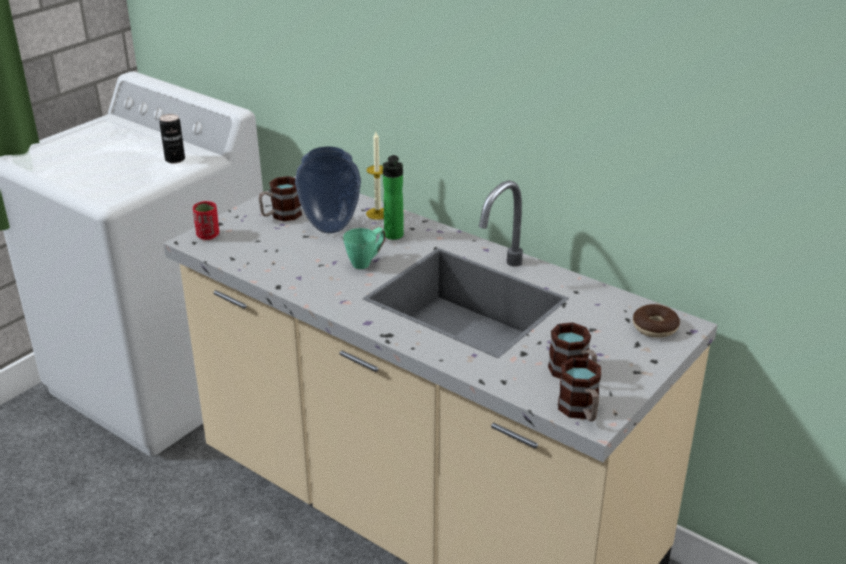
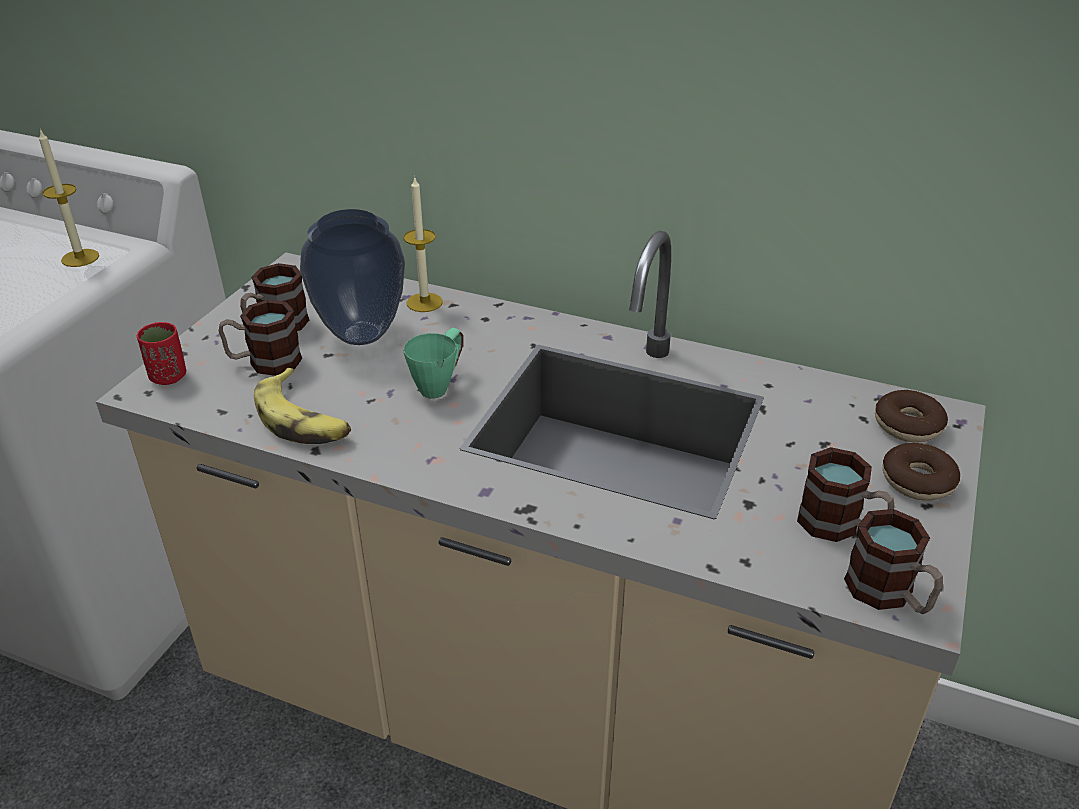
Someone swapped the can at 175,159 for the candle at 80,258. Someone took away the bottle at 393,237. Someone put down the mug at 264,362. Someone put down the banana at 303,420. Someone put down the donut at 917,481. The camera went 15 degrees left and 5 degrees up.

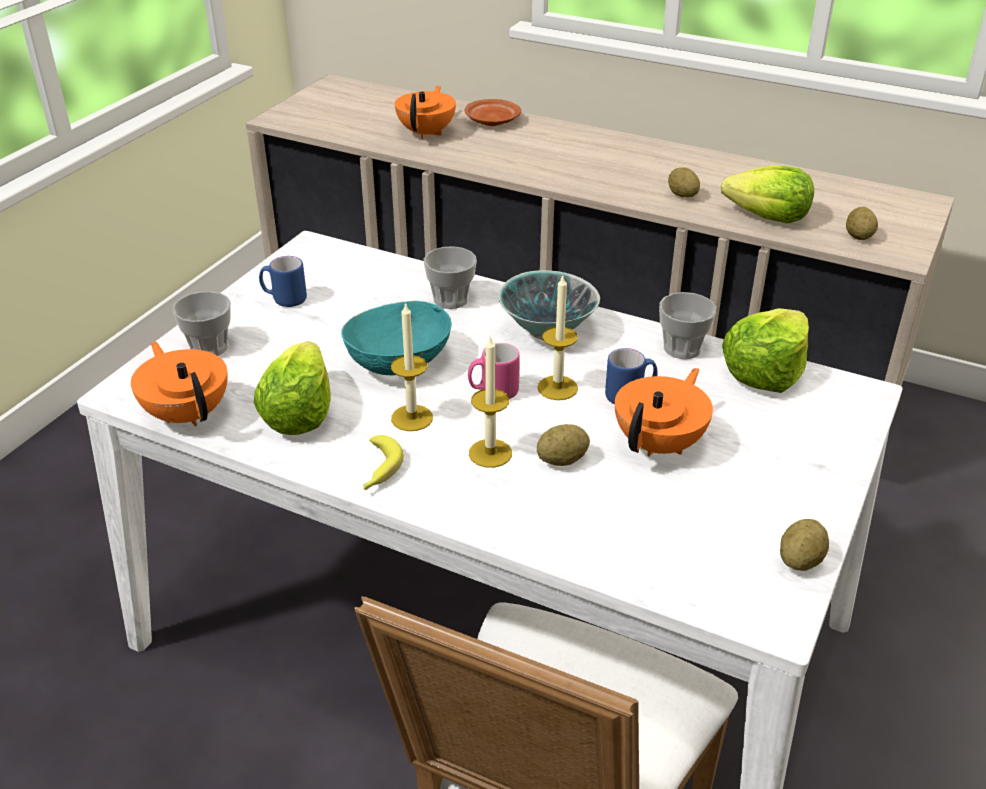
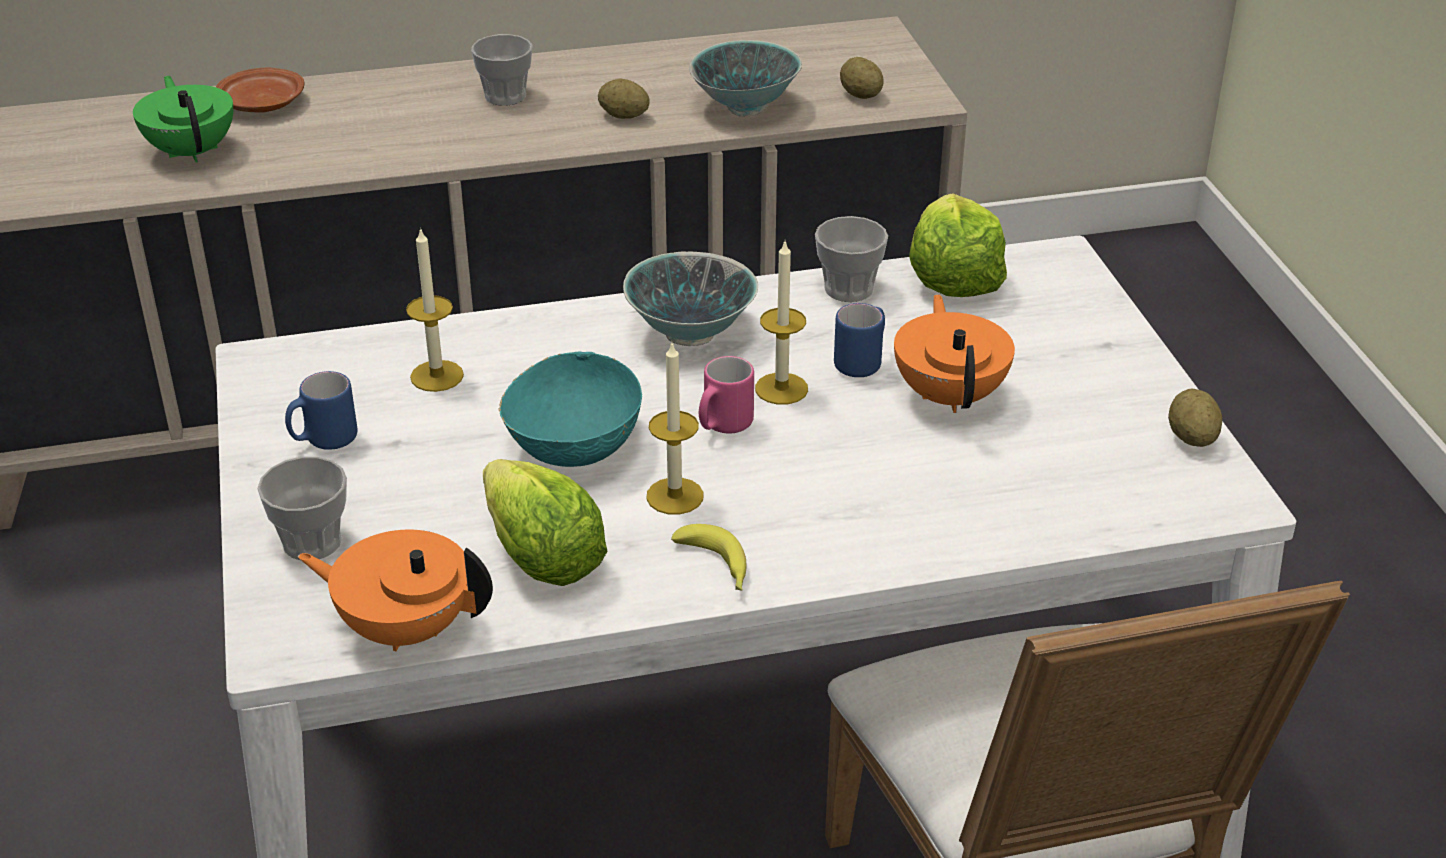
Someone repainted the orange teapot at 427,133, which became the green teapot at 192,151. Someone carried the cup from 451,299 to 505,96. Someone carried the candle from 490,453 to 437,376. Someone took away the potato at 562,460. Someone swapped the lettuce at 768,217 for the bowl at 746,107. The camera went 40 degrees left and 0 degrees up.

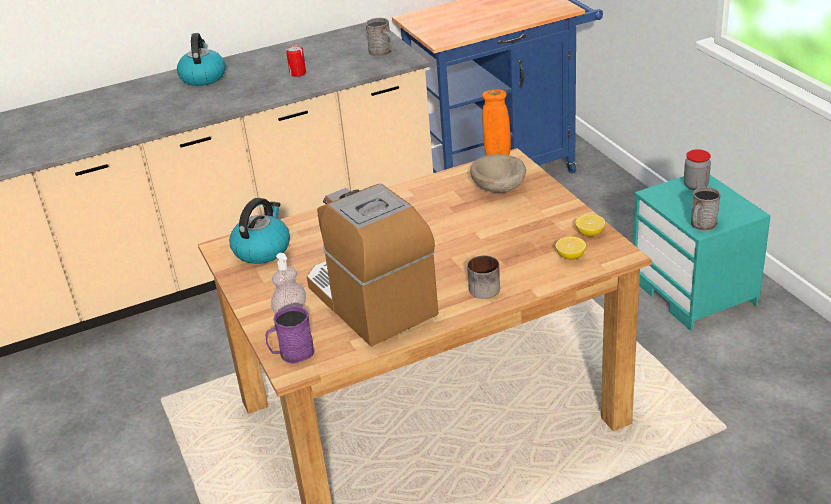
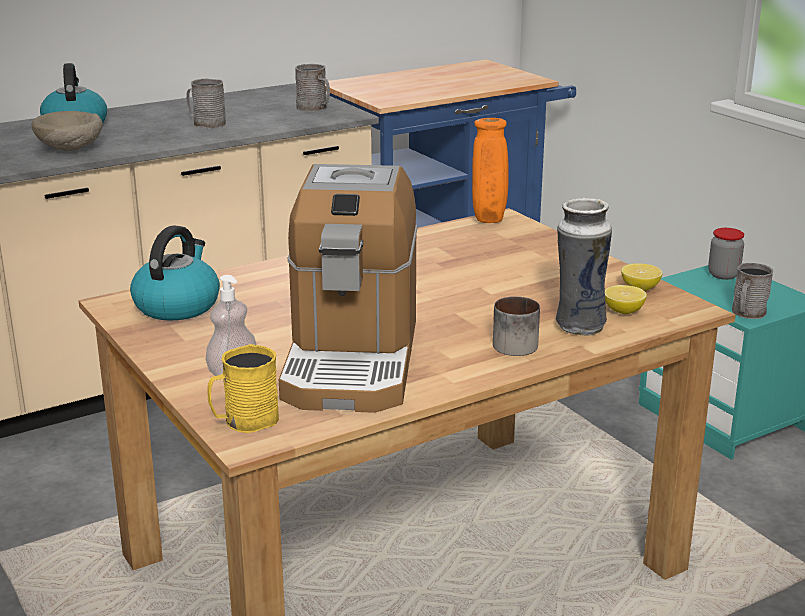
Someone repainted the purple mug at 292,354, which became the yellow mug at 244,421. Someone swapped the can at 298,73 for the grey mug at 206,124. Someone rotated the coffee machine at 371,300 by 135 degrees counterclockwise. Someone carried the beige bowl from 499,189 to 70,150. Someone put down the vase at 578,326. The camera went 10 degrees left and 10 degrees down.

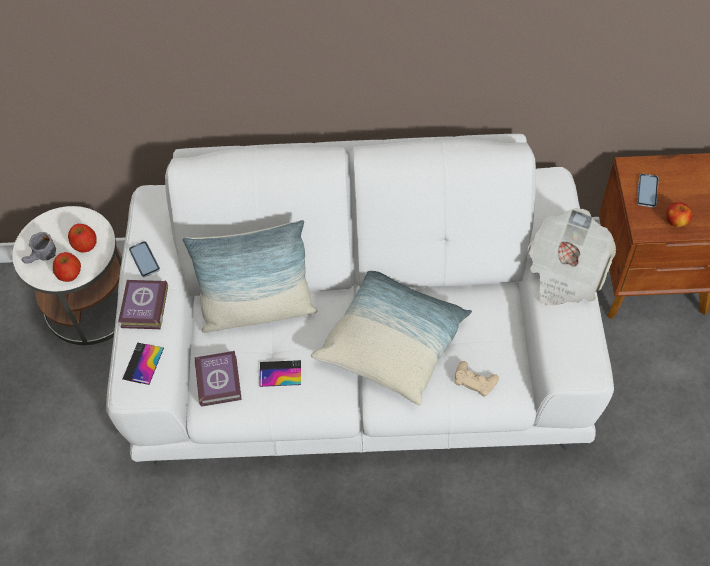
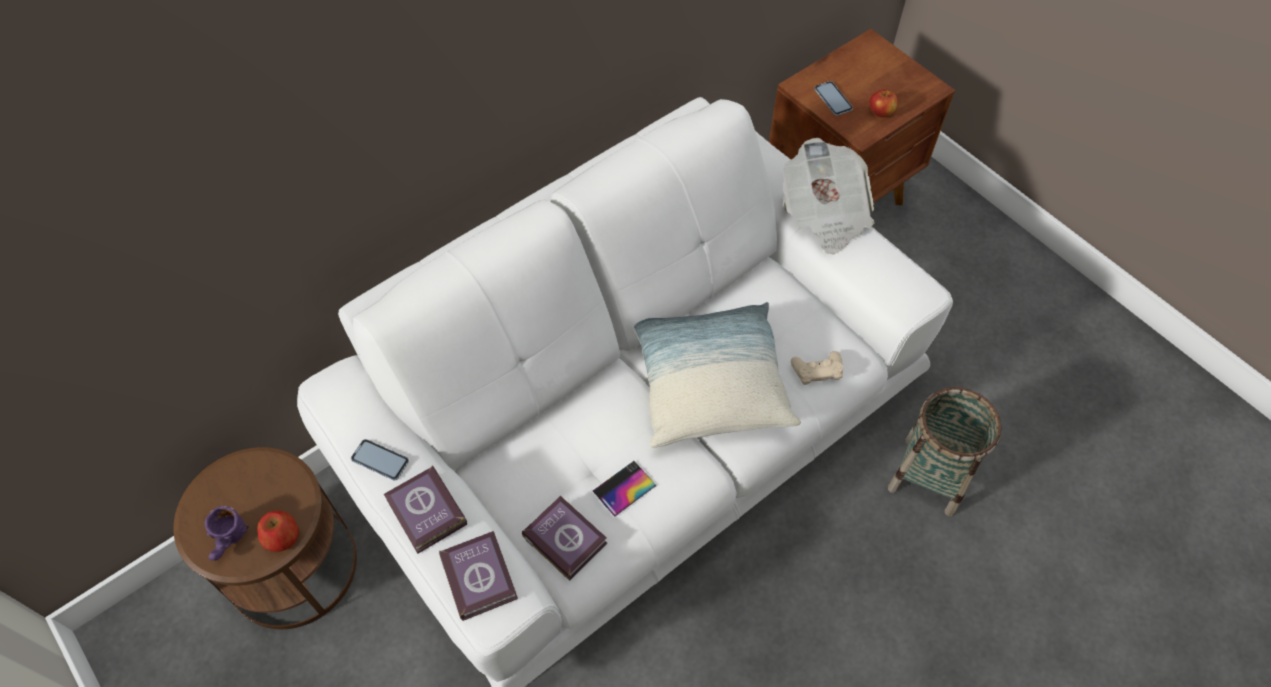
Someone repainted the white side table at 92,304, which became the brown side table at 293,565. Someone repainted the grey mug at 42,258, which became the purple mug at 230,542. Someone took away the apple at 85,244. Someone swapped the phone at 143,363 for the book at 480,575. Someone took away the pillow at 258,310. Someone put down the basket at 928,476. The camera went 40 degrees left and 0 degrees up.

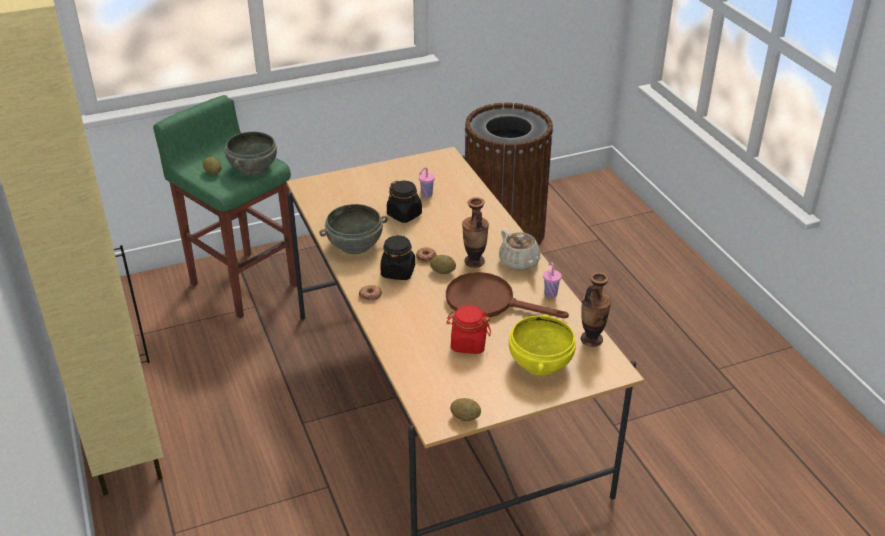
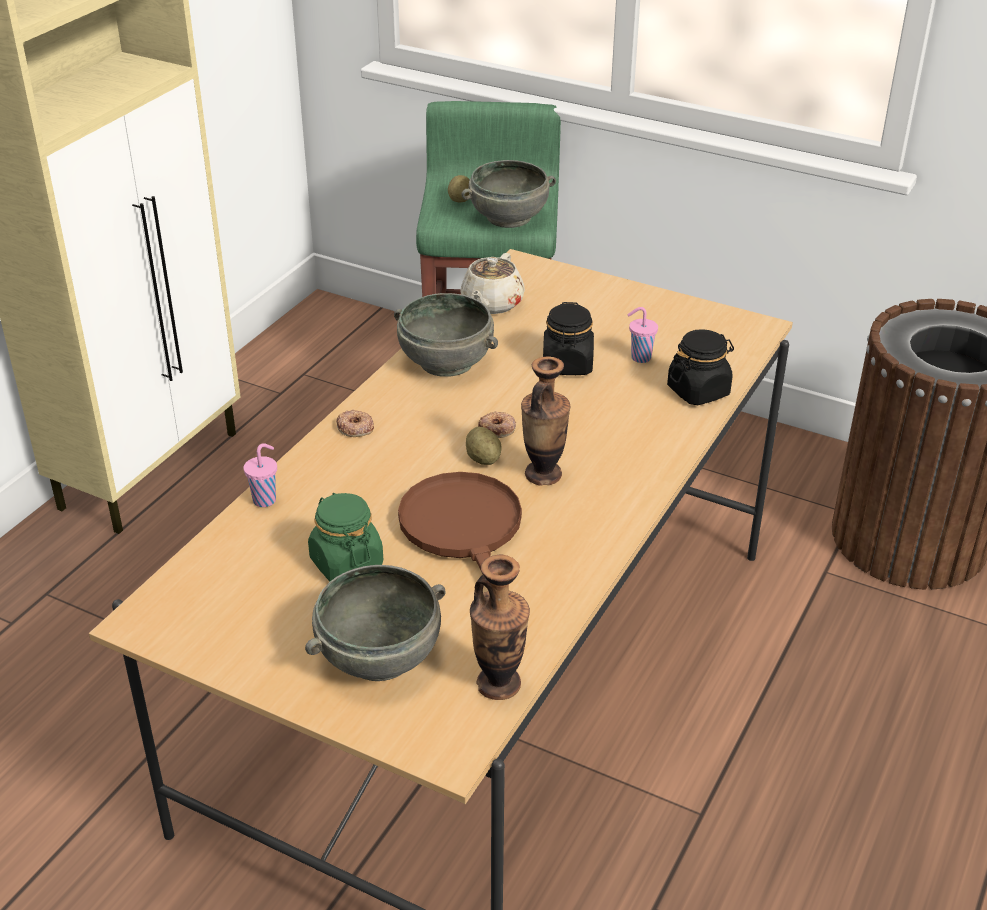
Someone carried the black jar from 398,271 to 698,391. Someone repainted the red jar at 468,344, which became the green jar at 346,563. Someone took away the potato at 465,417. Someone carried the beige teapot from 519,262 to 491,304. Someone repainted the yellow bowl at 539,363, which became the grey bowl at 378,655. Someone carried the pink cup from 550,293 to 265,499. The camera went 50 degrees right and 0 degrees up.

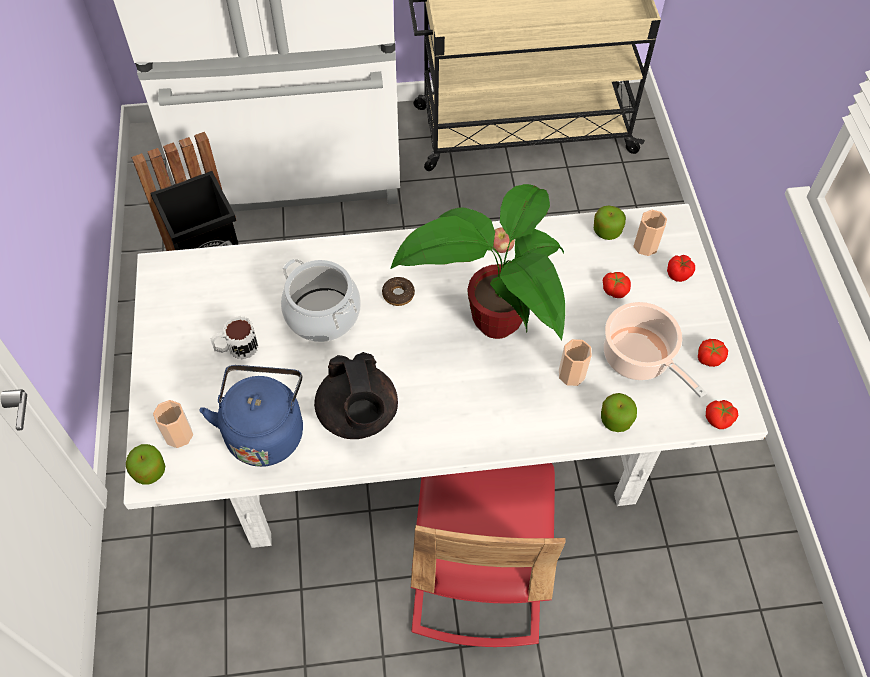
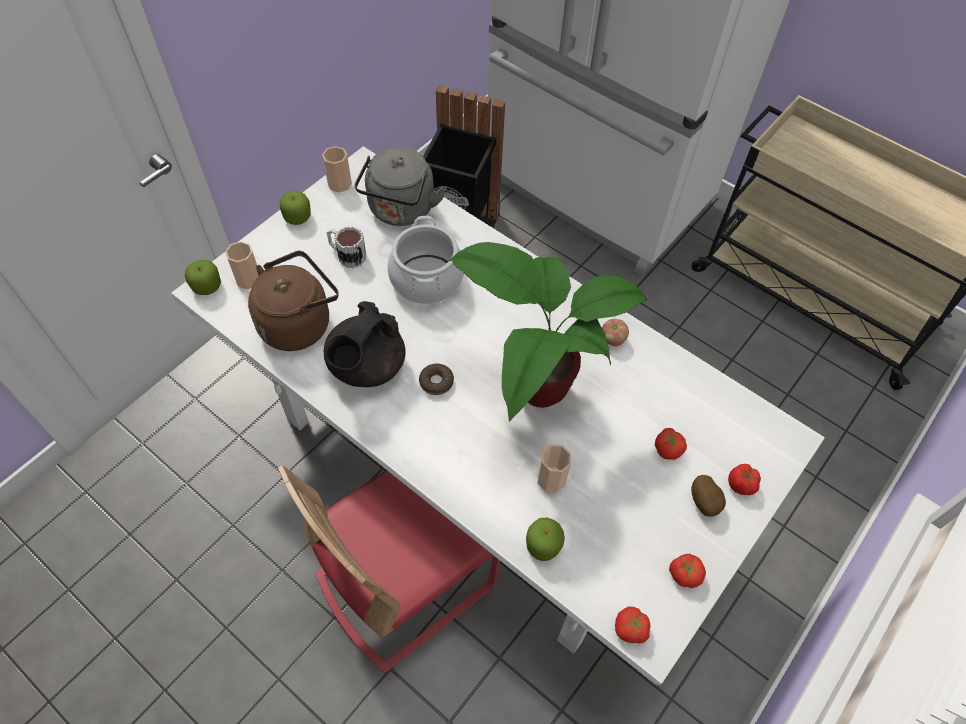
Someone repainted the blue kettle at 265,430, which became the brown kettle at 299,323. Someone carried the donut from 398,294 to 436,382. Someone carried the apple from 606,231 to 297,217. Someone took away the cooking pot at 639,359. Someone carried the cup from 645,246 to 339,184. Someone put down the grey kettle at 400,211. Someone put down the potato at 705,502. The camera went 45 degrees right and 0 degrees up.

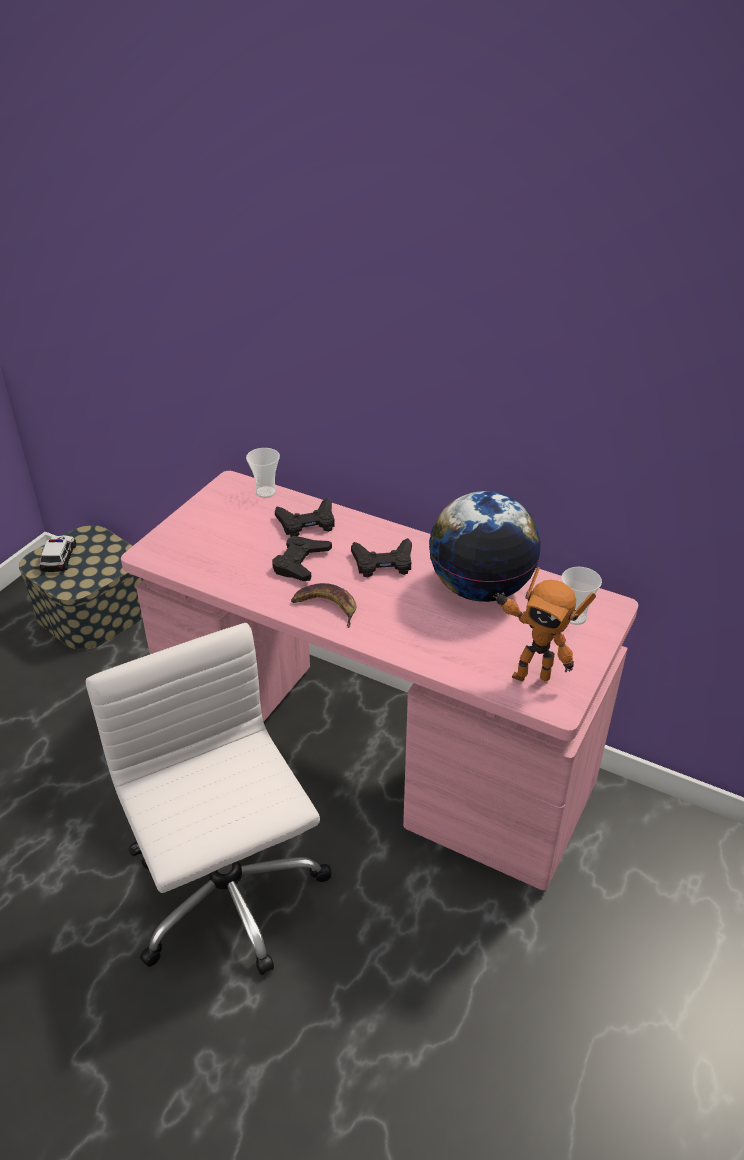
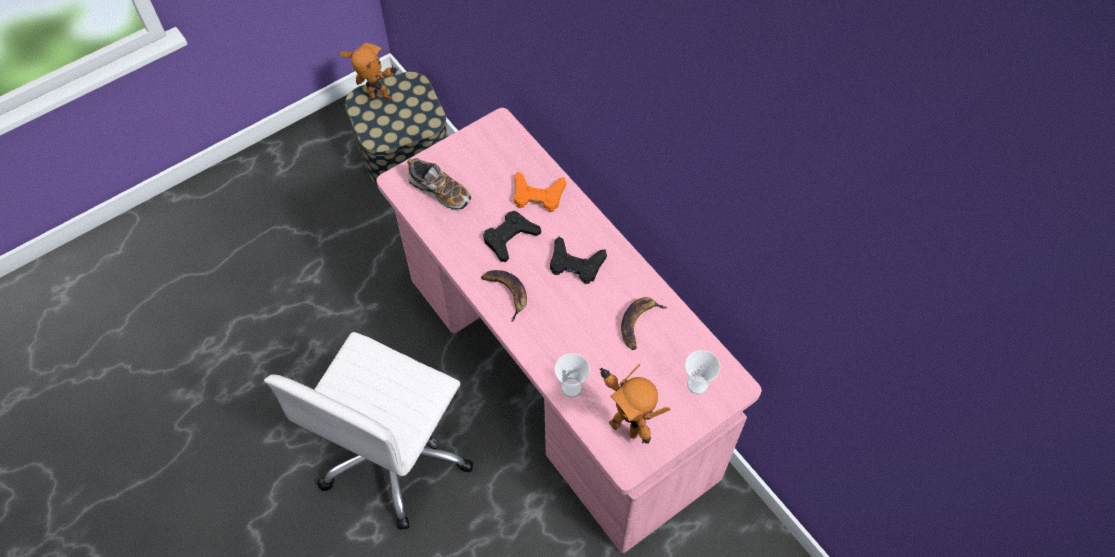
Someone swapped the toy car at 59,557 for the toy robot at 380,100. Someone rotated the white office chair at 230,899 by 150 degrees counterclockwise. Someone carried the cup from 266,492 to 571,388. Someone repainted the black game controller at 307,523, which became the orange game controller at 538,195. Someone swapped the globe at 480,588 for the banana at 639,323. Someone put down the shoe at 440,191. The camera went 25 degrees right and 20 degrees up.

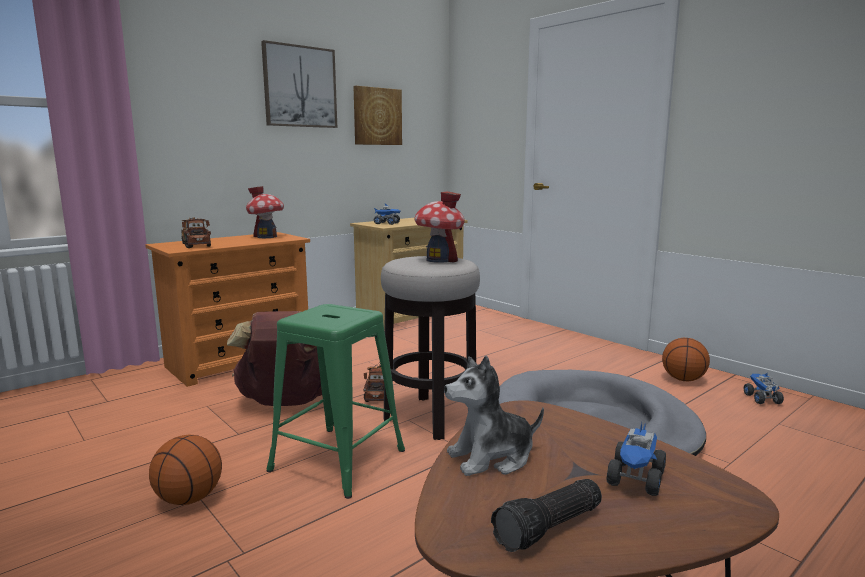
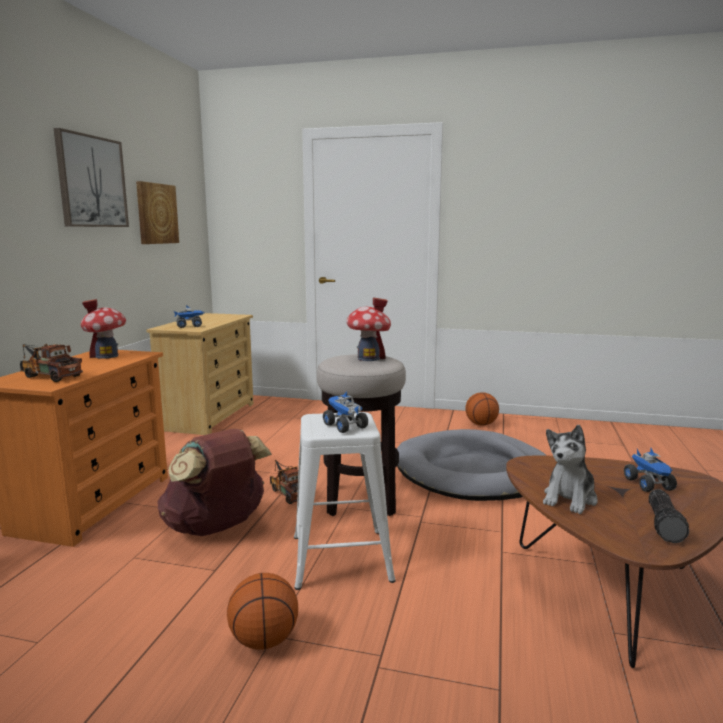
Someone repainted the green stool at 337,459, which became the white stool at 340,557. Someone carried the toy truck from 761,399 to 344,426. The camera went 35 degrees left and 0 degrees up.

